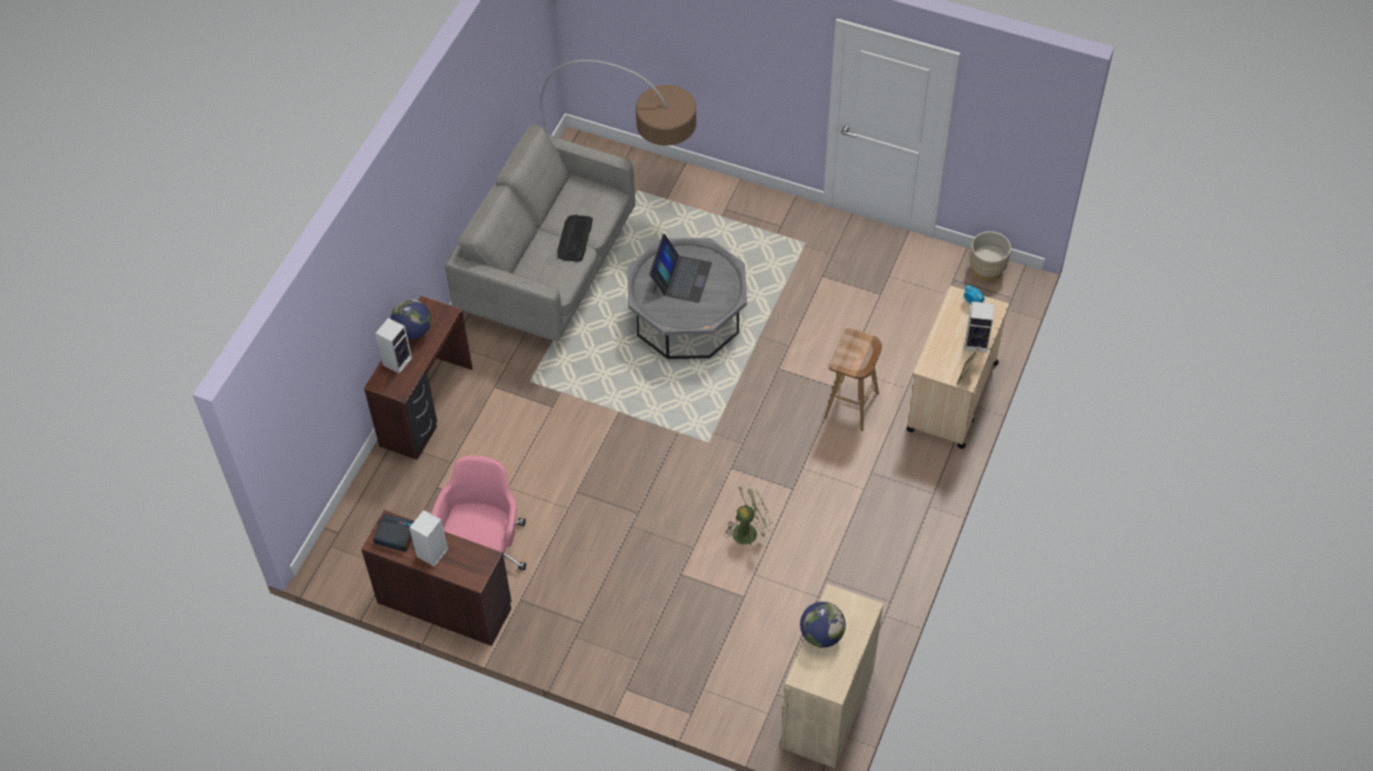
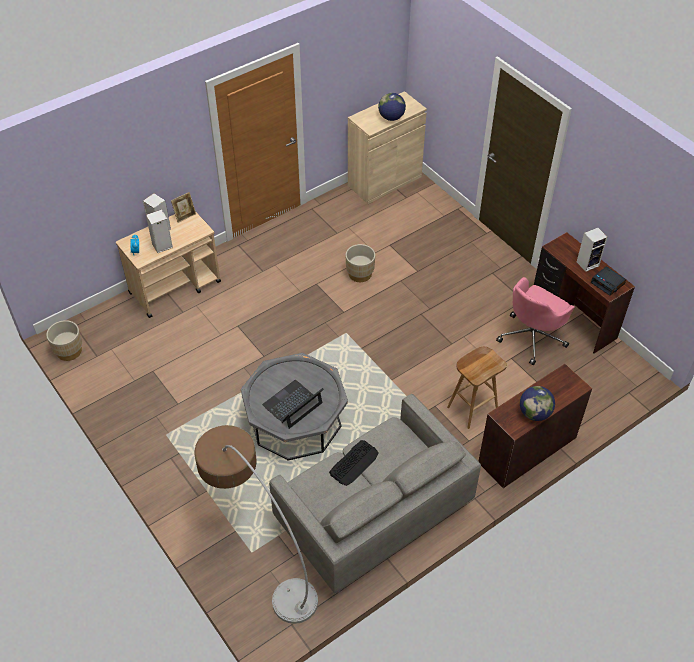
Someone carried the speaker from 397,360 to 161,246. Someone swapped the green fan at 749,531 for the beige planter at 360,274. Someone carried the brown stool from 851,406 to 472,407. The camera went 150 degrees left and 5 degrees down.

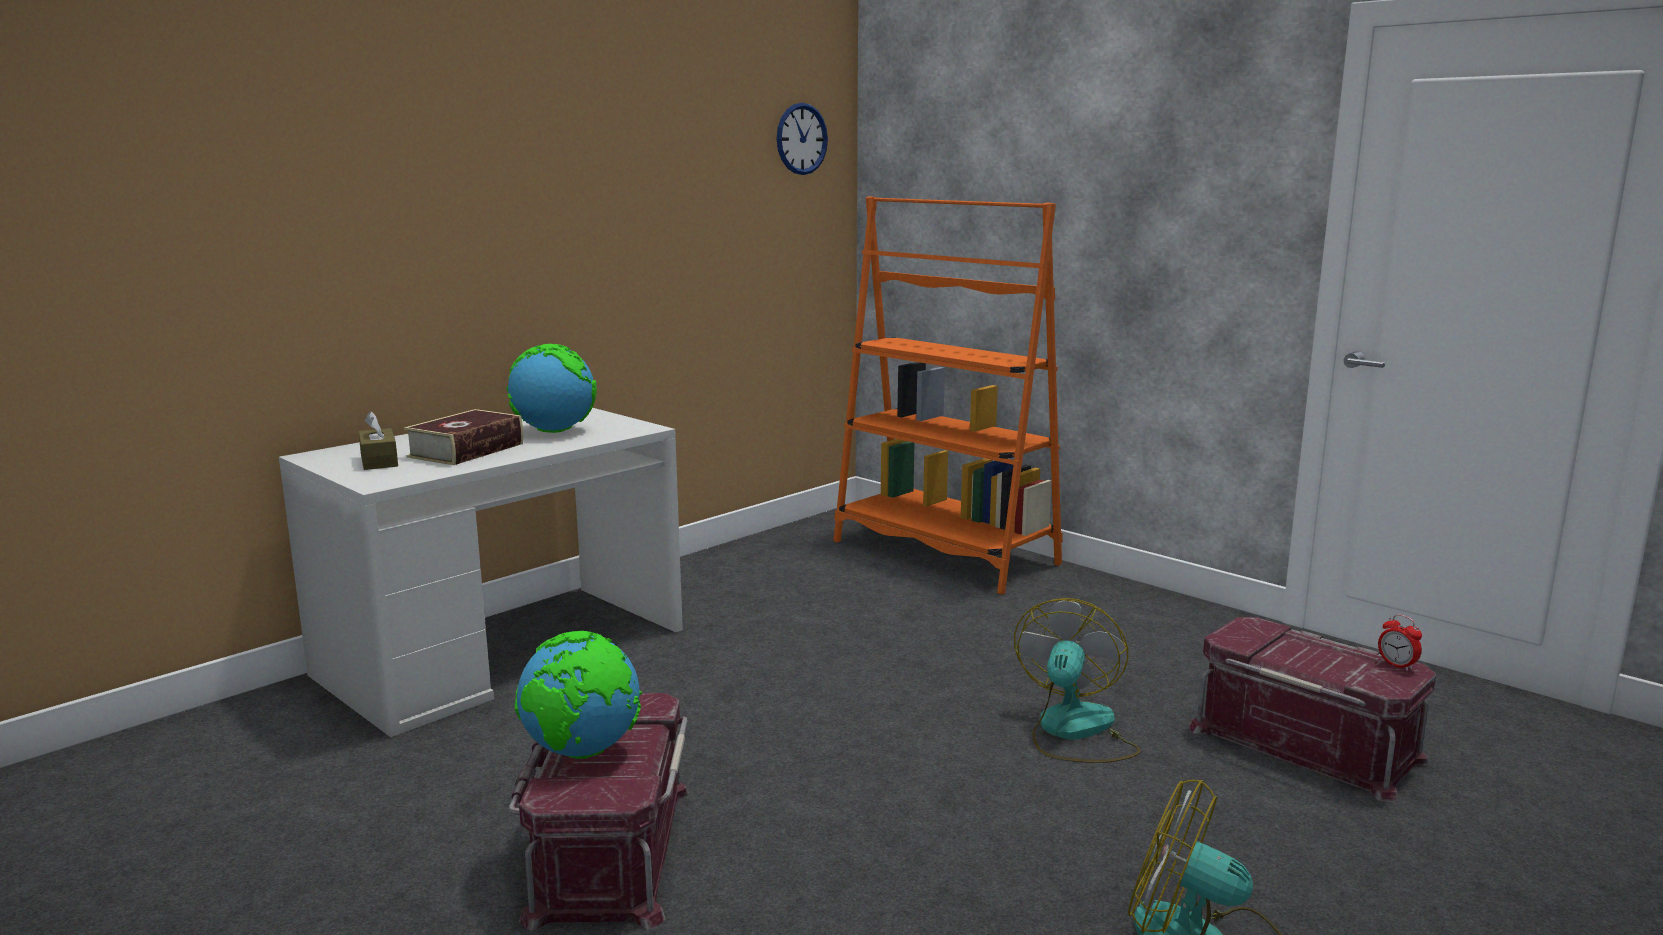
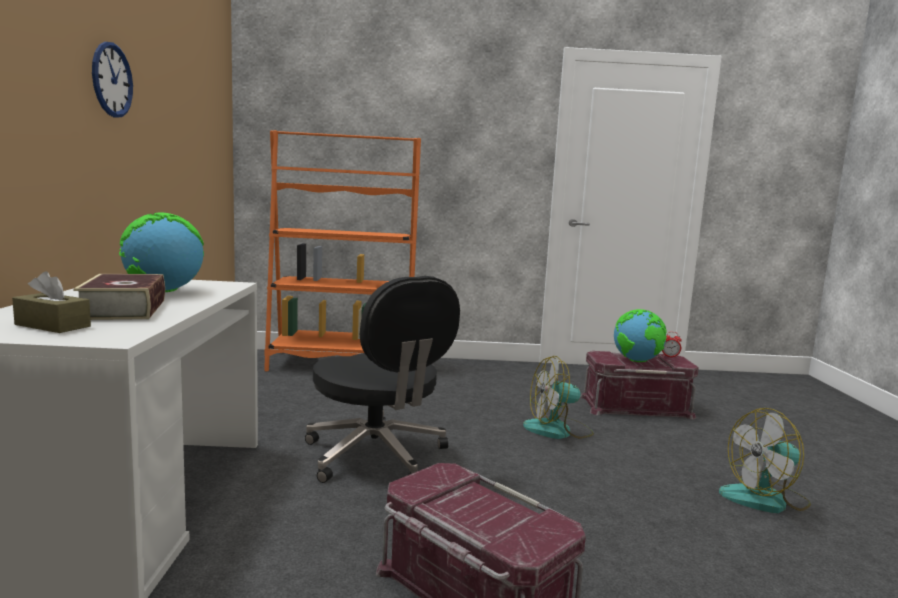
Someone carried the globe from 582,752 to 637,361. Someone carried the wall clock from 801,139 to 112,80. Someone rotated the fan at 1074,732 by 75 degrees counterclockwise. Someone put down the black office chair at 377,456. The camera went 45 degrees left and 5 degrees down.

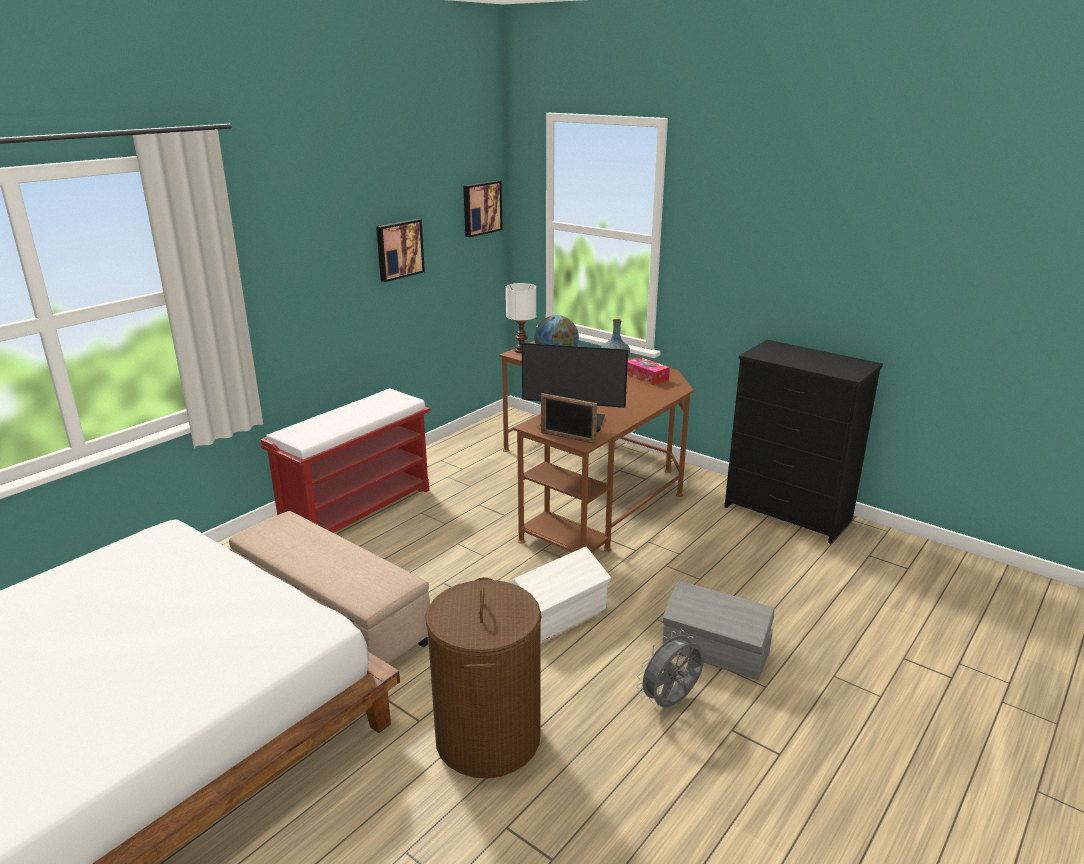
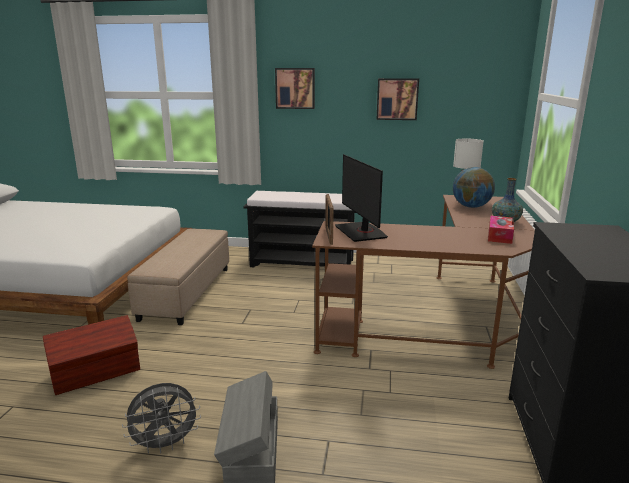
Someone repainted the red bench at 358,508, which became the black bench at 303,262. Someone swapped the brown laundry basket at 487,738 for the brown storage box at 97,373. Someone carried the picture from 481,208 to 295,88. Someone took away the white storage box at 559,616. Someone rotated the grey fan at 671,702 by 135 degrees clockwise. The camera went 60 degrees right and 5 degrees down.

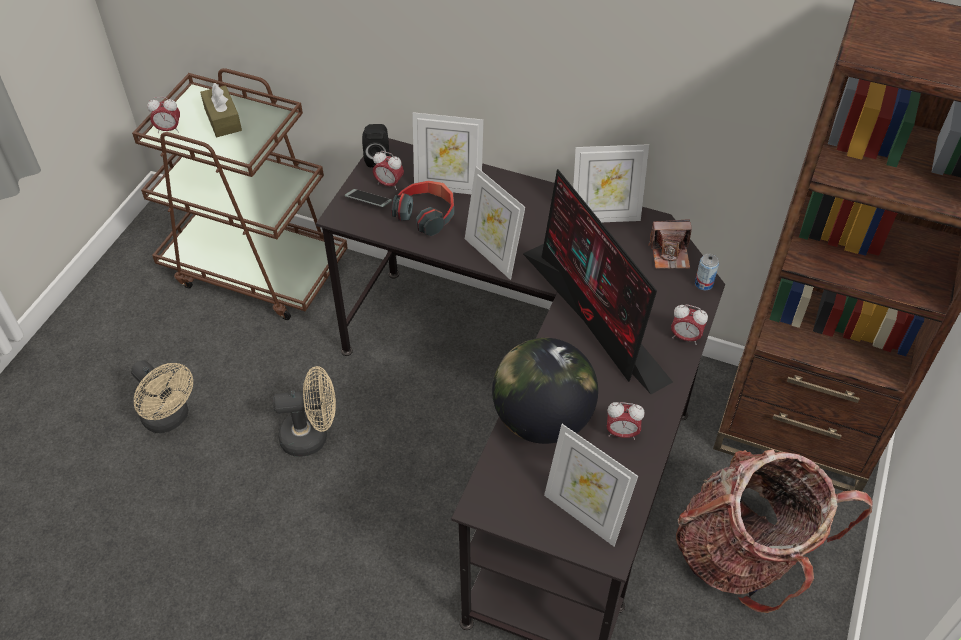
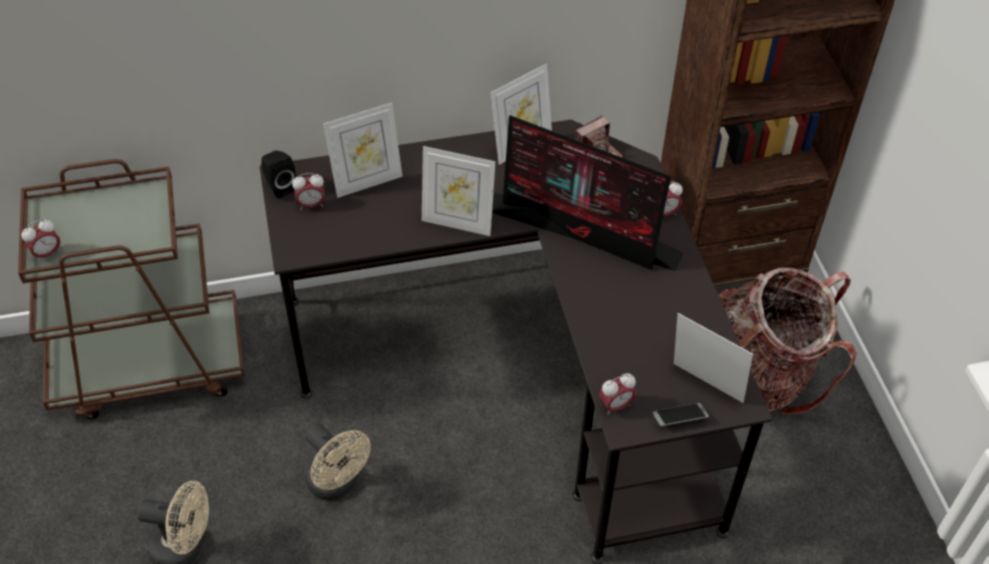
Someone took away the brown tissue box at 223,119. Someone rotated the beige fan at 312,435 by 90 degrees clockwise. Someone carried the phone from 368,201 to 679,417. Someone took away the headphones at 426,214. Someone took away the globe at 542,420. Someone rotated the picture frame at 584,514 by 150 degrees counterclockwise. Someone carried the alarm clock from 622,433 to 616,406. Someone took away the can at 704,284. The camera went 35 degrees left and 0 degrees up.

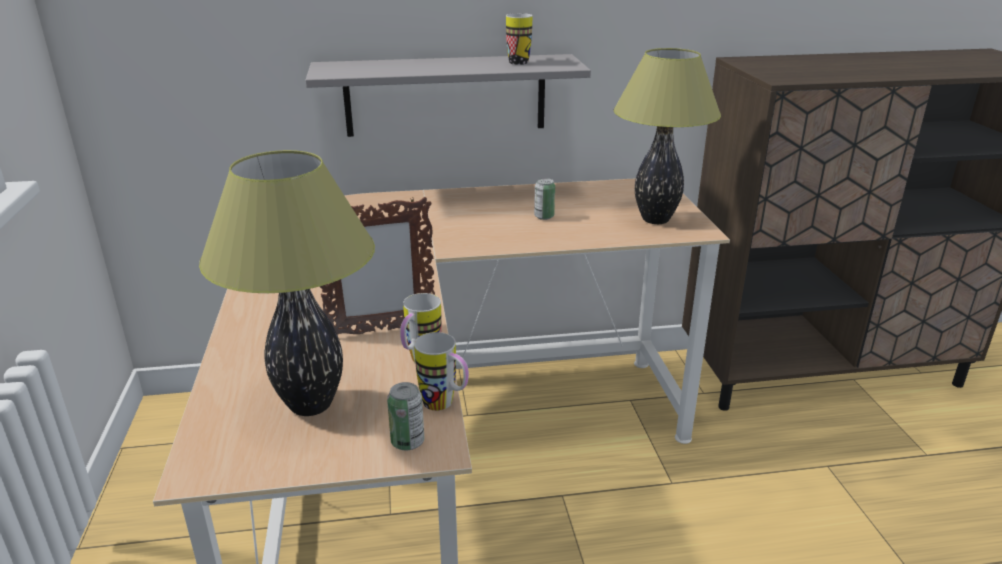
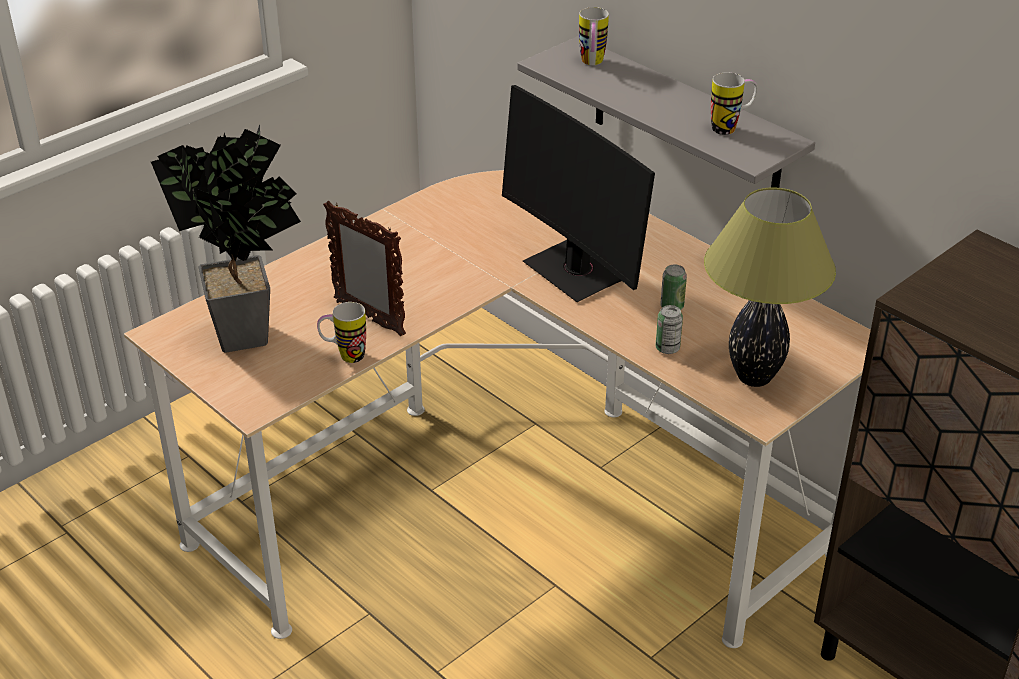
Someone swapped the table lamp at 311,405 for the potted plant at 252,338. Someone carried the can from 407,442 to 667,348. Someone carried the mug from 445,406 to 592,64. Someone put down the monitor at 576,271. The camera went 55 degrees right and 10 degrees up.

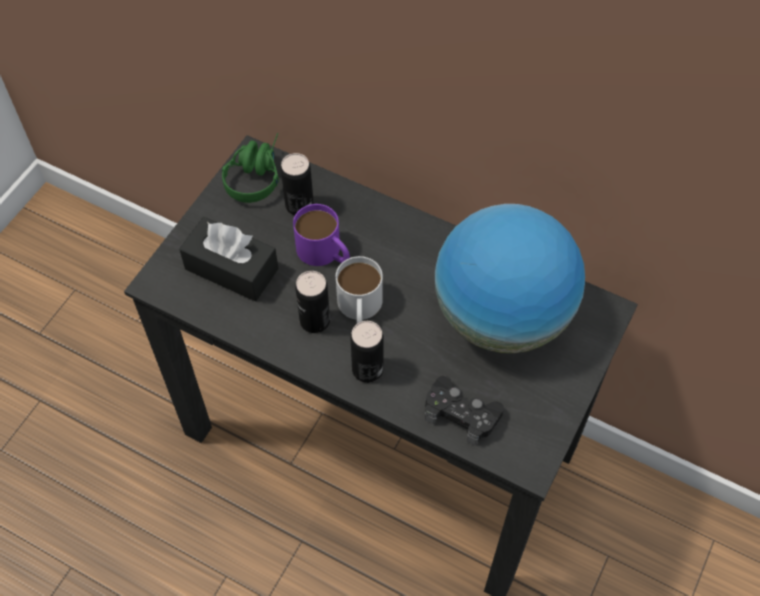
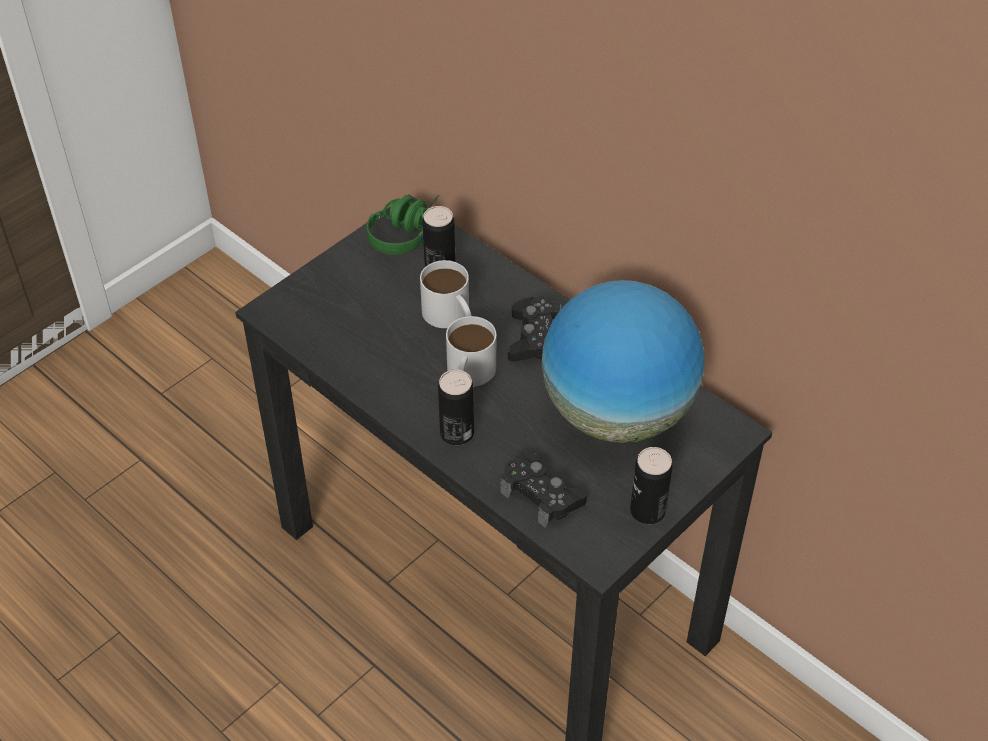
Someone took away the black tissue box at 231,269. Someone repainted the purple mug at 325,253, which became the white mug at 451,317. Someone carried the can from 315,320 to 647,511. Someone put down the black game controller at 534,337. The camera went 15 degrees right and 10 degrees down.

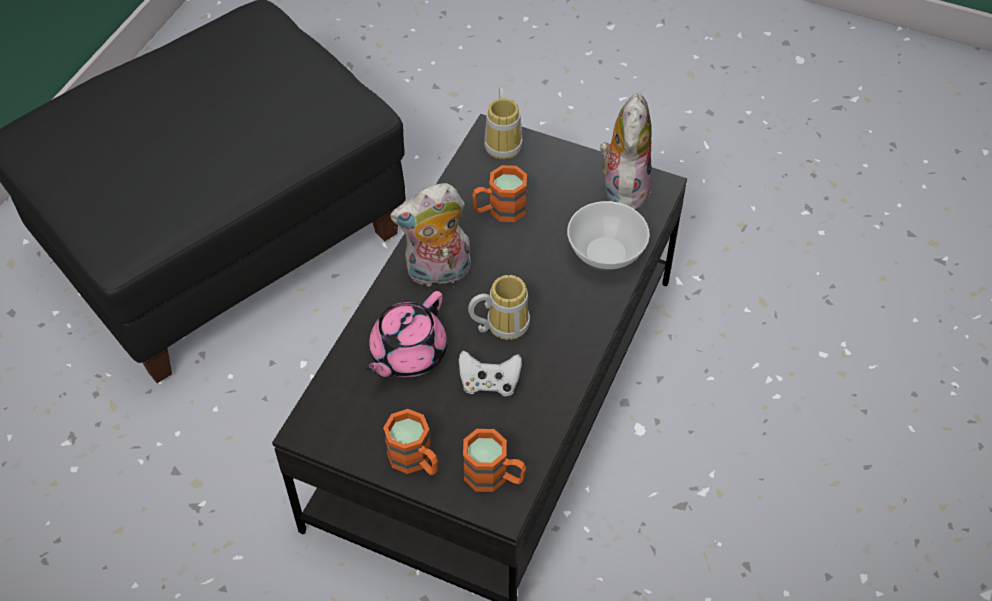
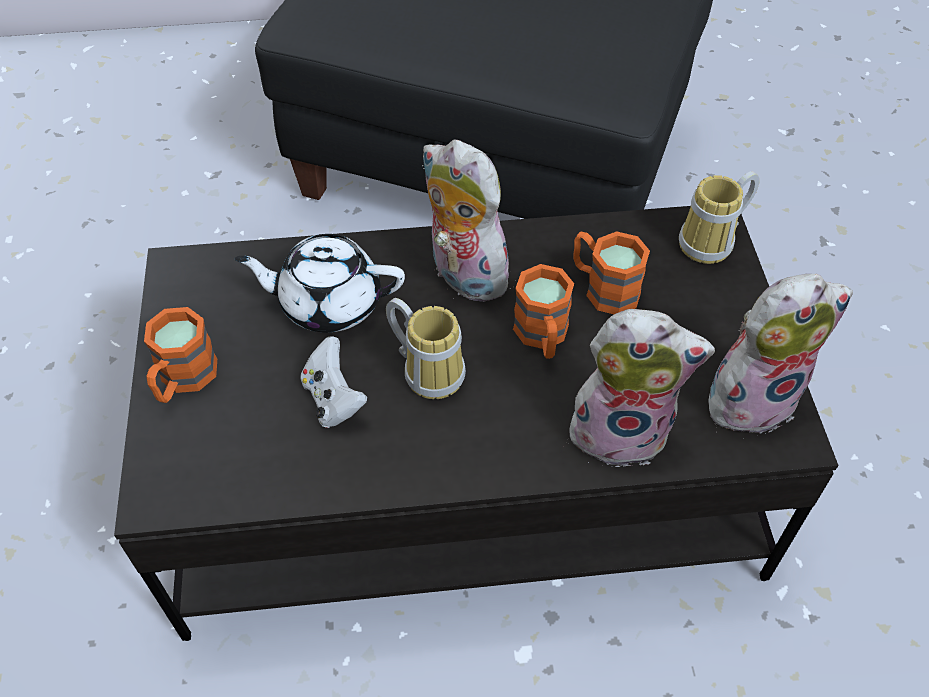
Someone repainted the pink teapot at 407,354, which became the white teapot at 328,302. Someone carried the orange mug from 494,476 to 542,337. Someone swapped the bowl at 606,255 for the plush toy at 622,430. The camera went 60 degrees right and 0 degrees up.

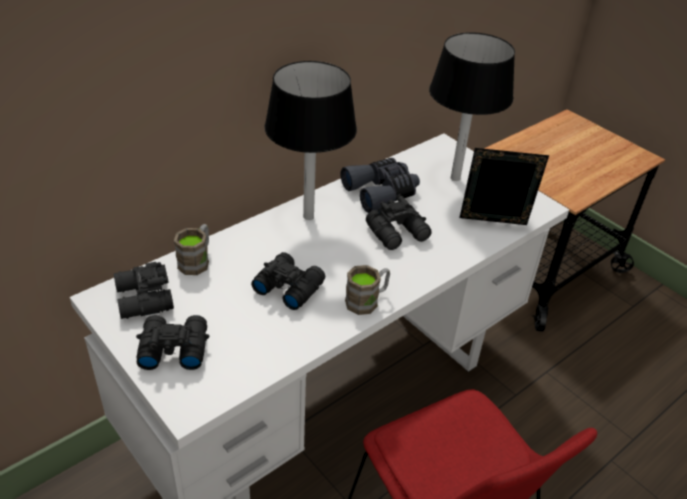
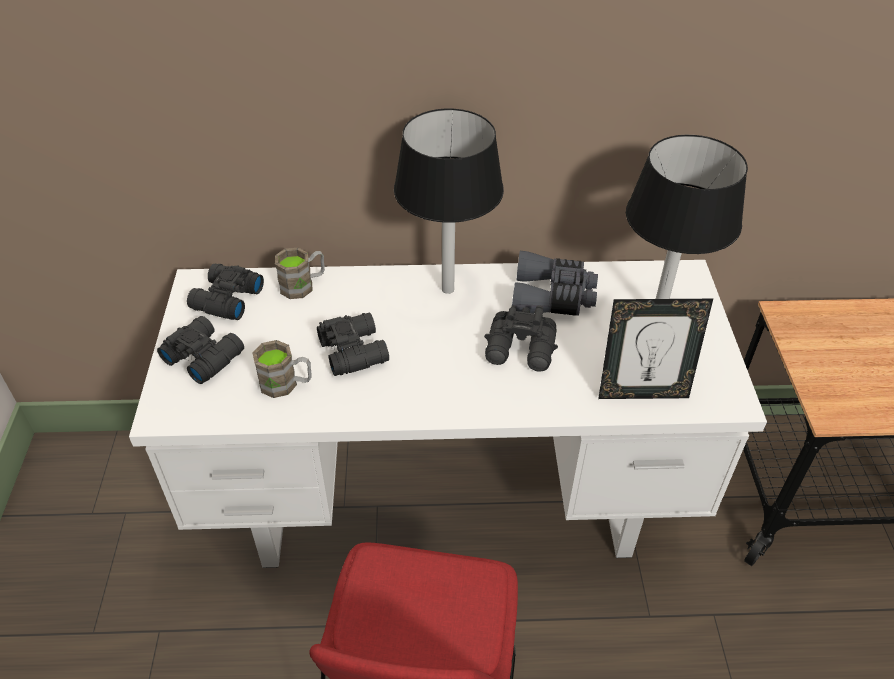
Someone carried the brown mug from 367,300 to 286,384. Someone rotated the picture frame at 493,225 by 135 degrees clockwise. The camera went 40 degrees right and 5 degrees up.

